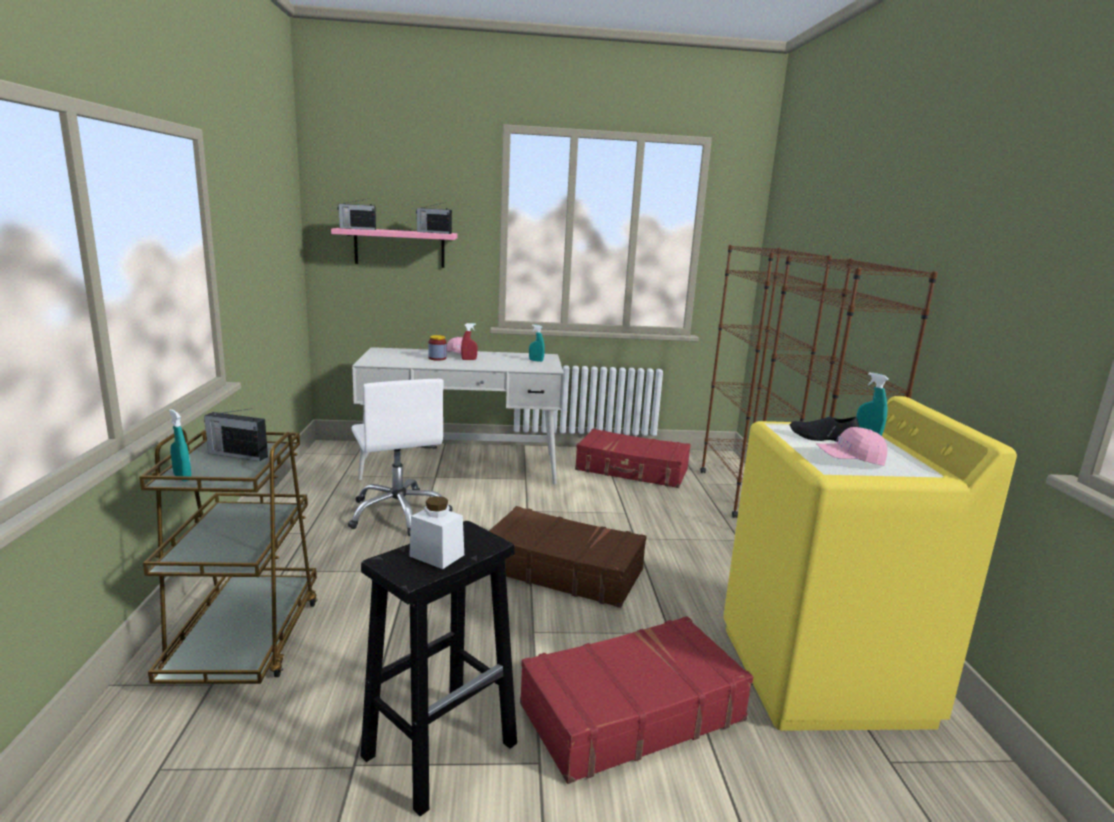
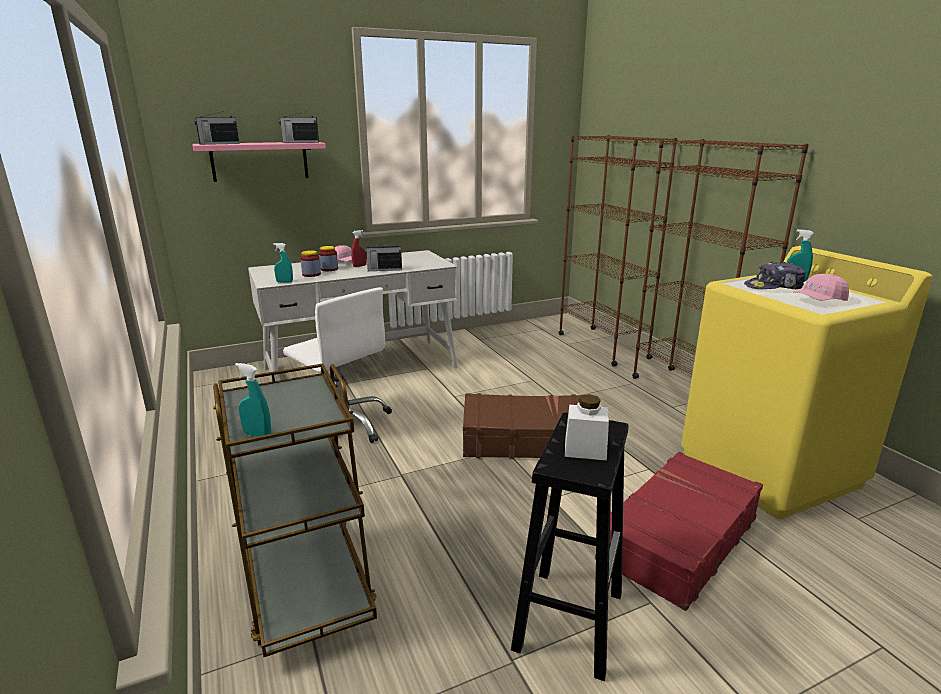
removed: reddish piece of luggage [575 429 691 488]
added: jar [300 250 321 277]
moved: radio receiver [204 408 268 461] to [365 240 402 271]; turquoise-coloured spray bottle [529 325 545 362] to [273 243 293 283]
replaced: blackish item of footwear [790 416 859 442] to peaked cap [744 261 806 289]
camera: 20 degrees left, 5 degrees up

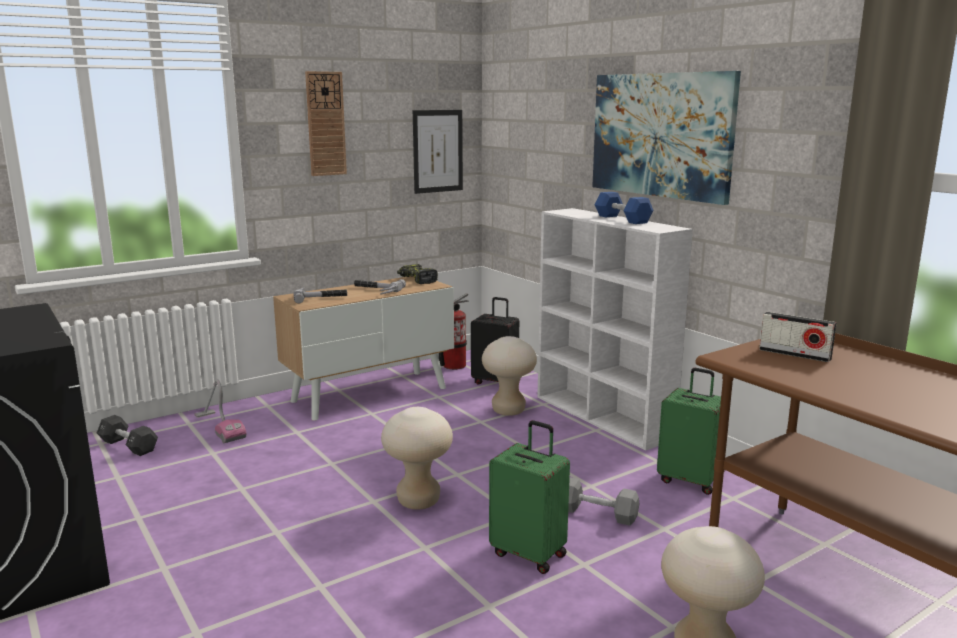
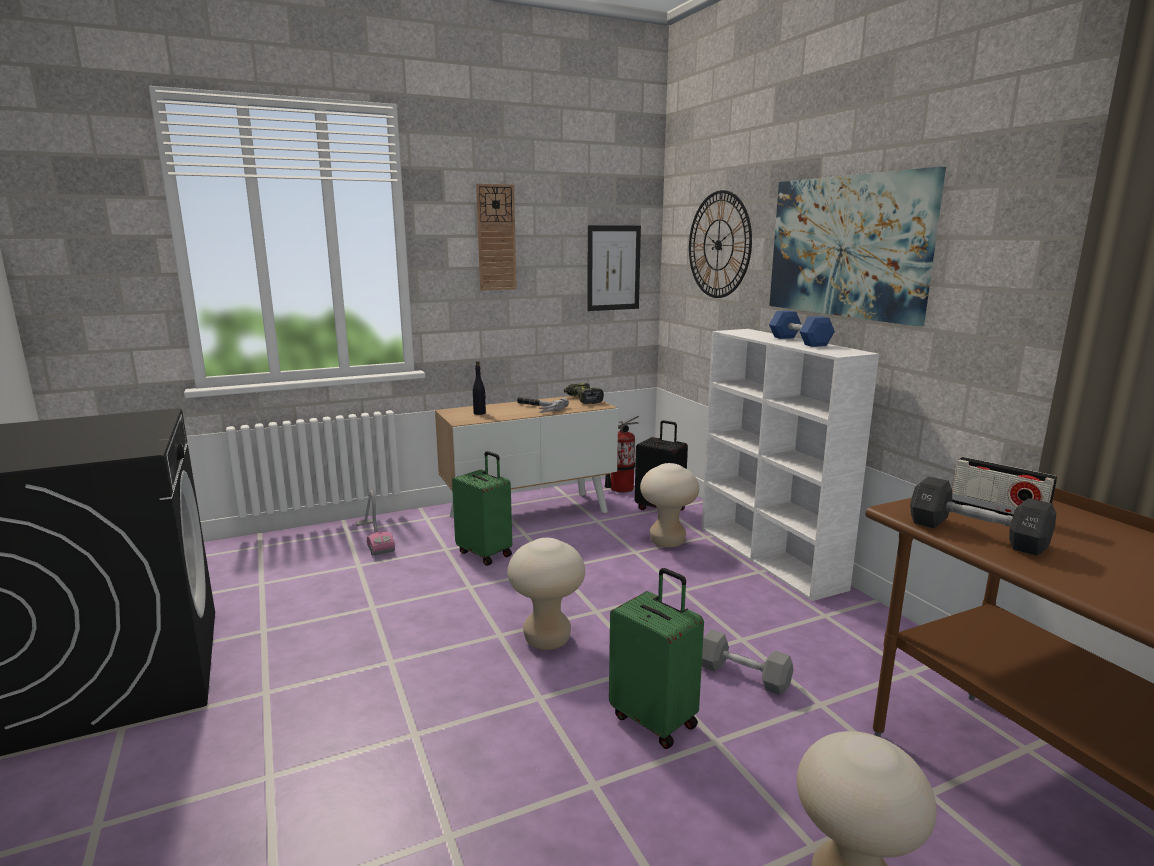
added: wall clock [689 190 752 298]
moved: blackish hand weight [97 415 158 456] to [910 476 1056 556]; greenish piece of luggage [657 368 721 495] to [452 451 512 566]
replaced: hand hammer [294 287 347 303] to blackish bottle [473 361 486 415]
camera: 10 degrees right, 0 degrees up

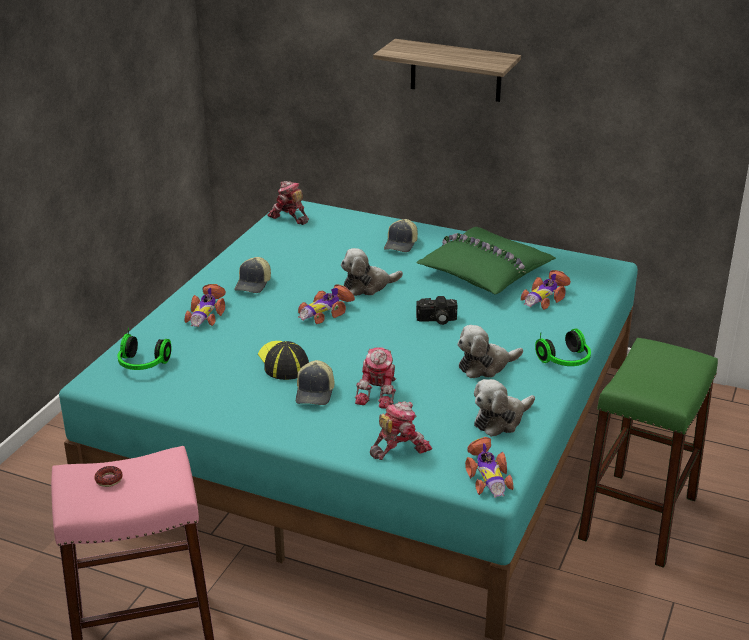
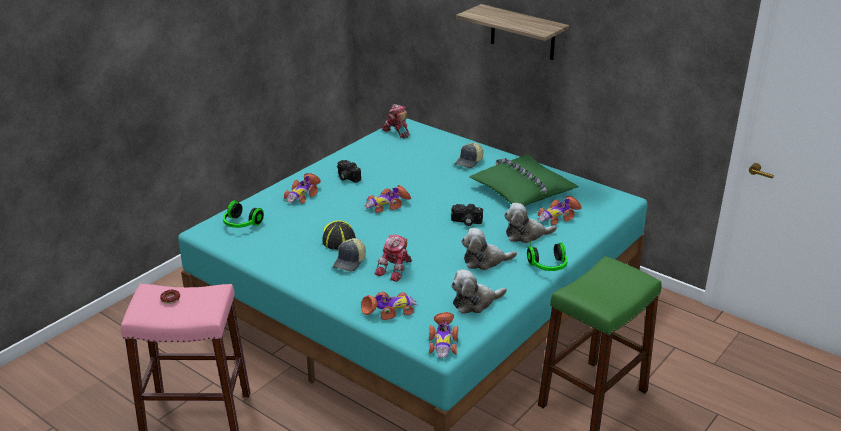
moved: cuddly toy [341 248 403 296] to [504 203 557 243]
replaced: peaked cap [234 257 271 293] to photo camera [337 160 361 183]; toy robot [370 402 432 460] to model car [361 292 418 320]
camera: 15 degrees right, 0 degrees up

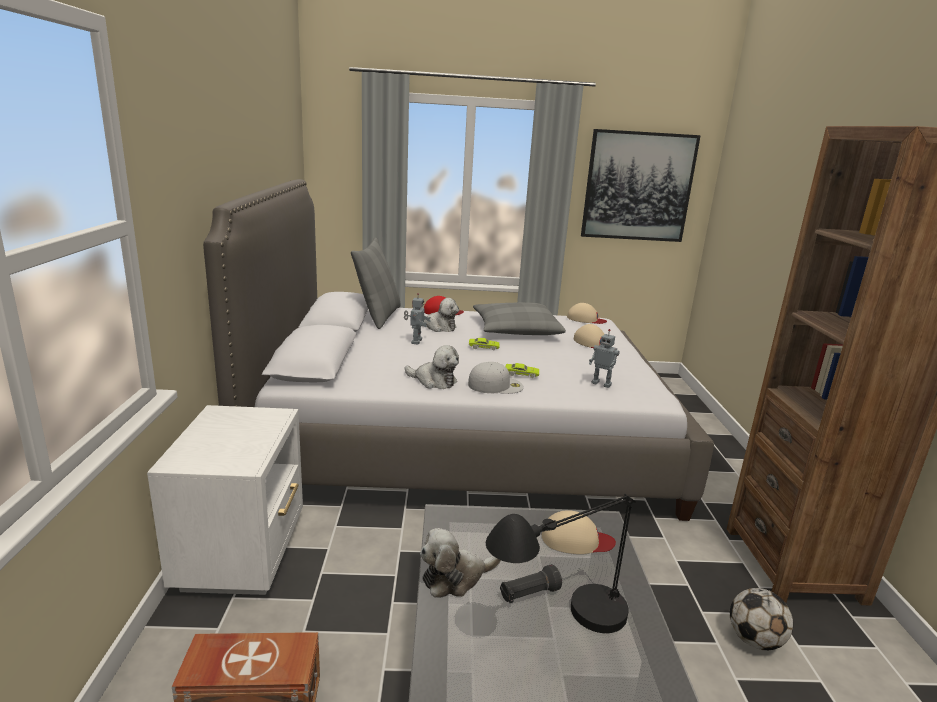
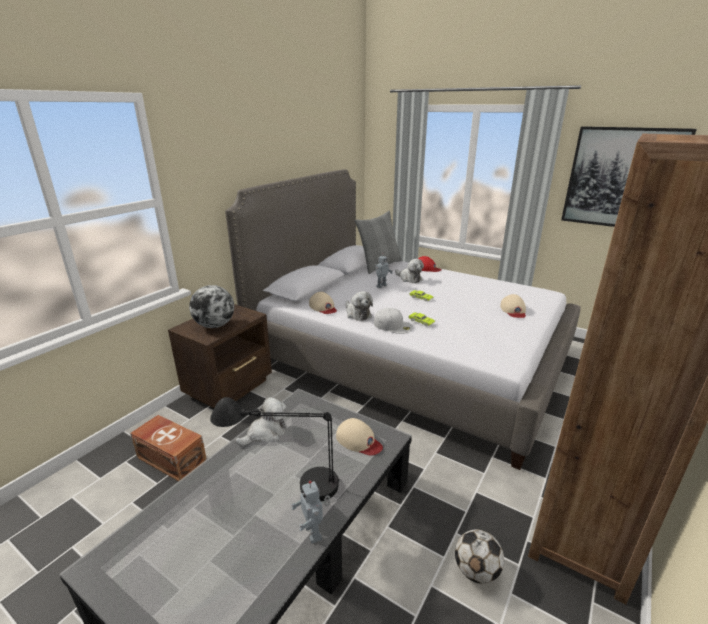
removed: greyish pillow [473 303 566 335]; blackish torch [500 564 562 603]
added: desk globe [189 285 234 328]
moved: beige-coloured peaked cap [567 303 607 324] to [309 292 337 314]; toy robot [589 329 620 388] to [291 481 330 543]
recoloured: white-coloured night table [147 405 303 595] to brown night table [168 304 272 408]
turned: cuddly toy [420 528 501 598] = [235 397 286 446] 135 degrees clockwise
camera: 35 degrees right, 5 degrees up

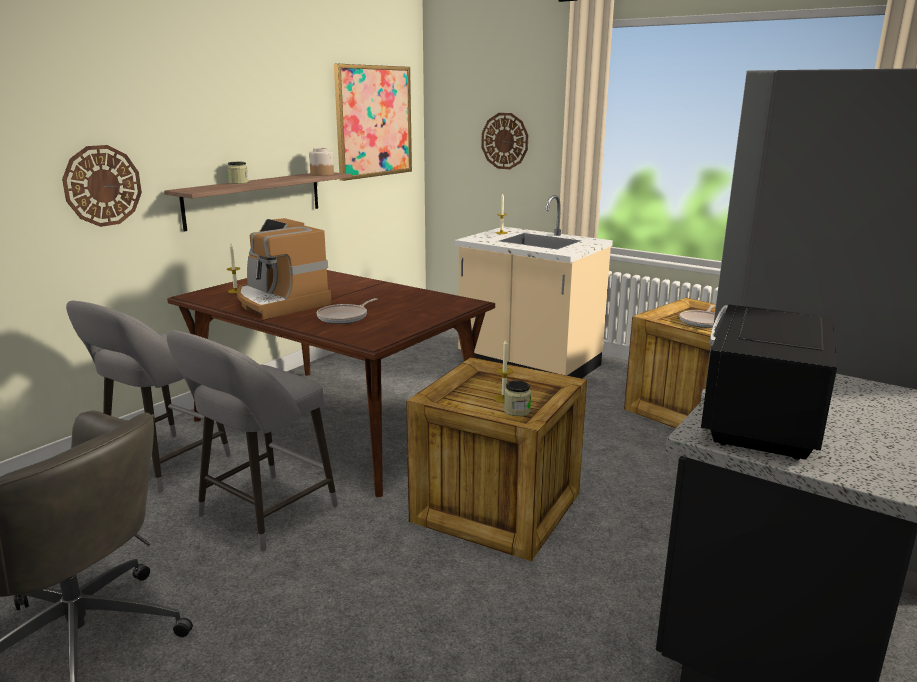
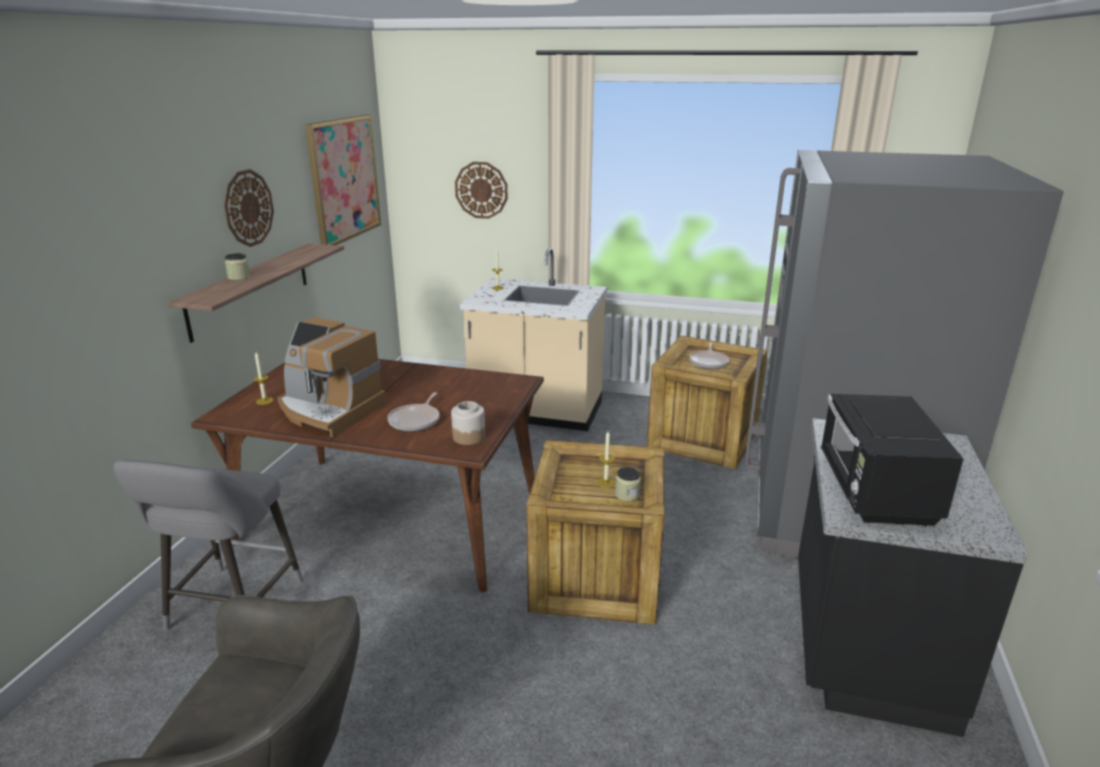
removed: greyish stool seat [167 330 338 552]
moved: wall clock [62 145 142 227] to [224 169 274 247]; jar [309 148 334 176] to [451 401 485 445]
camera: 20 degrees left, 5 degrees up

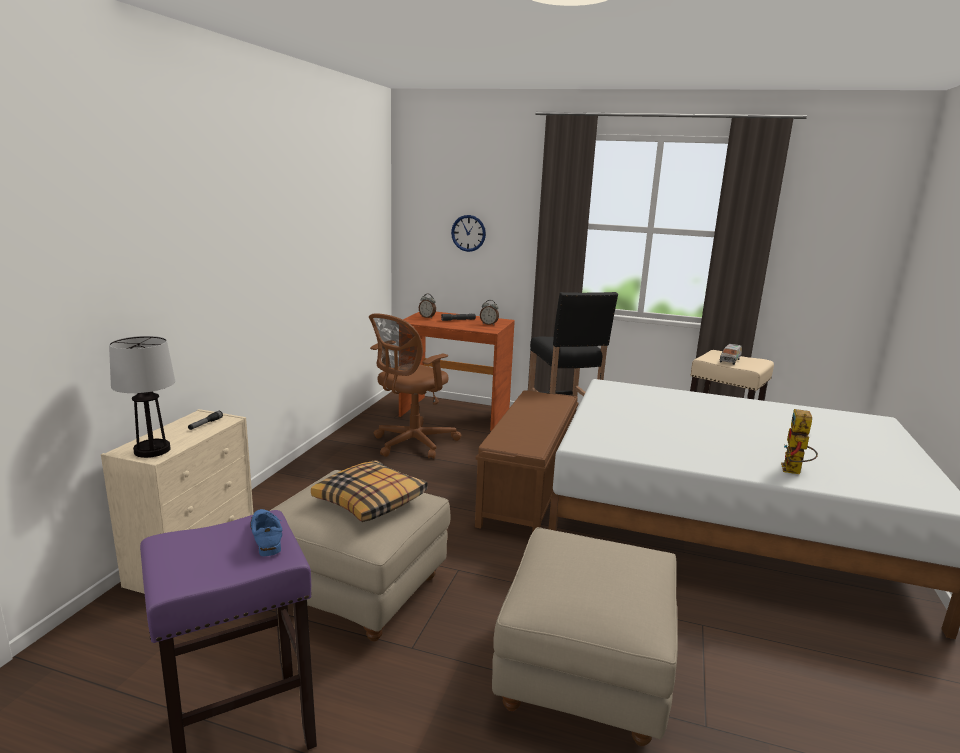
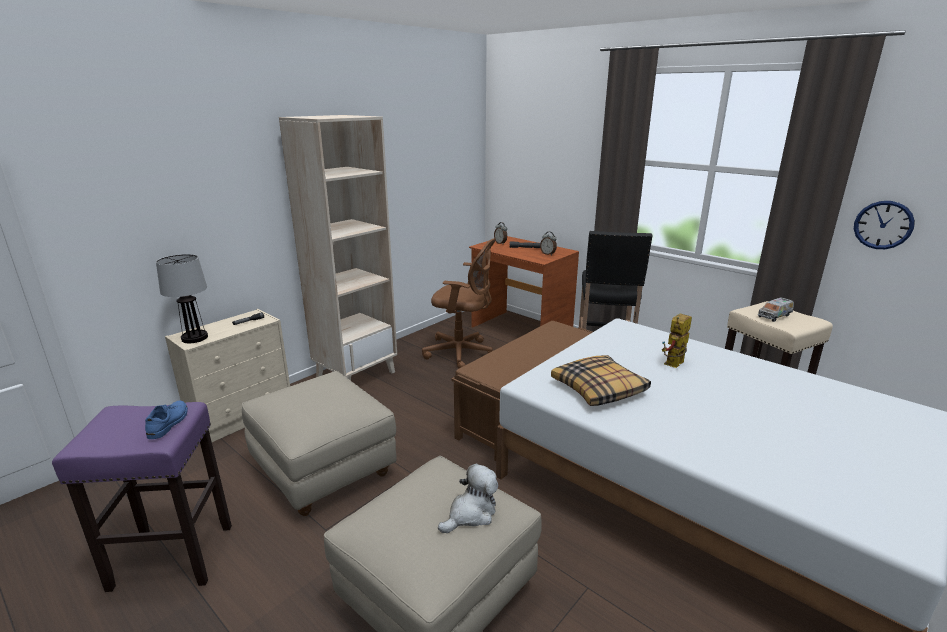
added: beige-coloured bookshelf [279 115 397 381]; cuddly toy [438 464 498 533]
moved: pillow [311 460 428 522] to [551 355 651 406]; wall clock [451 215 486 252] to [854 201 915 249]; toy robot [781 409 818 474] to [662 314 692 368]
turned: brown office chair [369 314 461 459] = [422 238 496 369] 135 degrees counterclockwise
camera: 25 degrees right, 5 degrees up

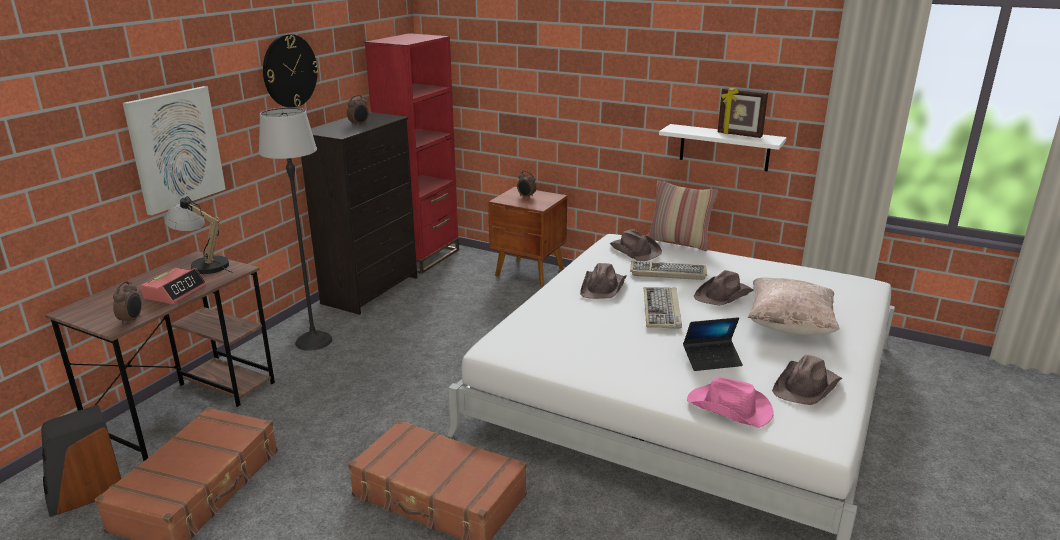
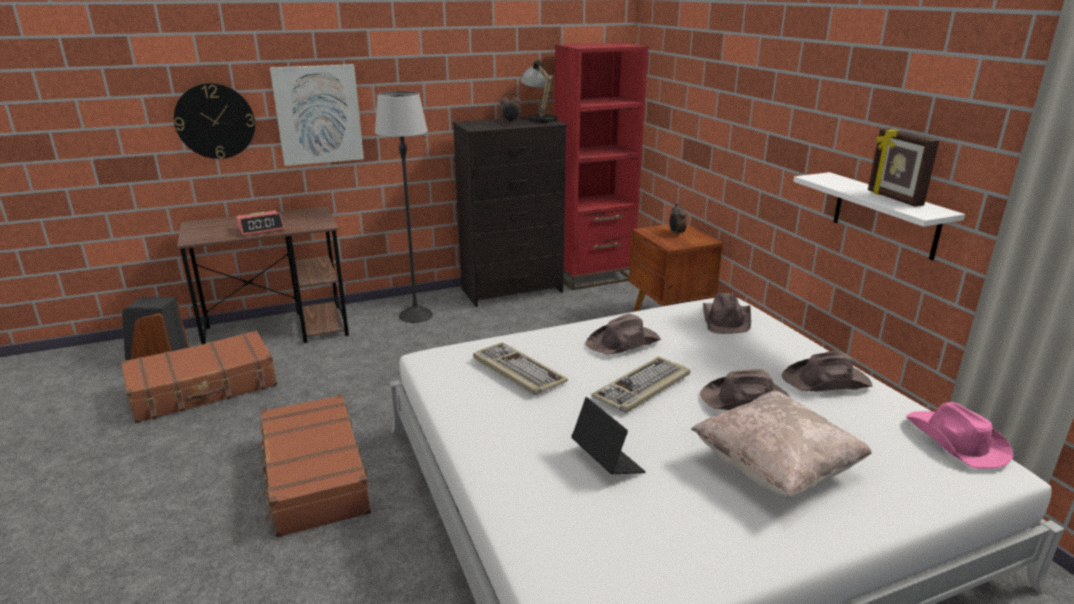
removed: alarm clock [113 281 142 325]; pillow [647 181 718 251]
moved: table lamp [164 196 233 274] to [521 59 557 124]; wall clock [263 34 319 108] to [174 83 255 159]; PC keyboard [630 261 707 280] to [473 342 568 395]; pinkish hat [687 377 773 428] to [906 402 1013 469]; brown hat [772 355 842 405] to [782 351 873 392]
turned: laptop [683 317 743 371] = [571 397 646 474] 150 degrees counterclockwise
camera: 40 degrees right, 0 degrees up

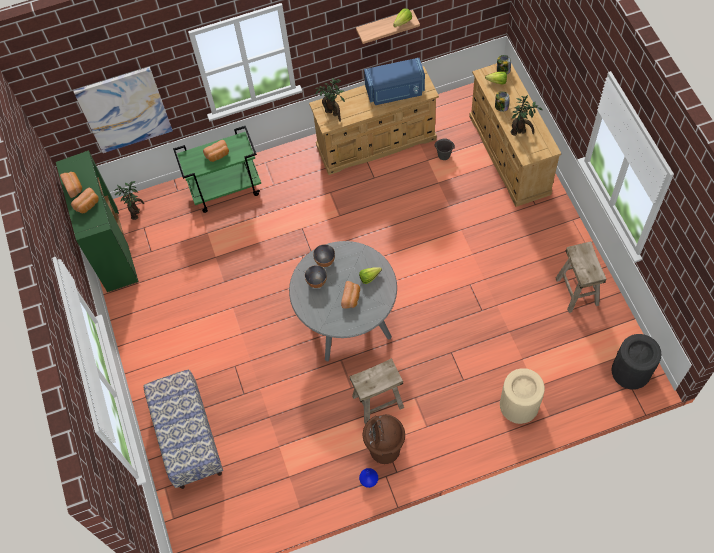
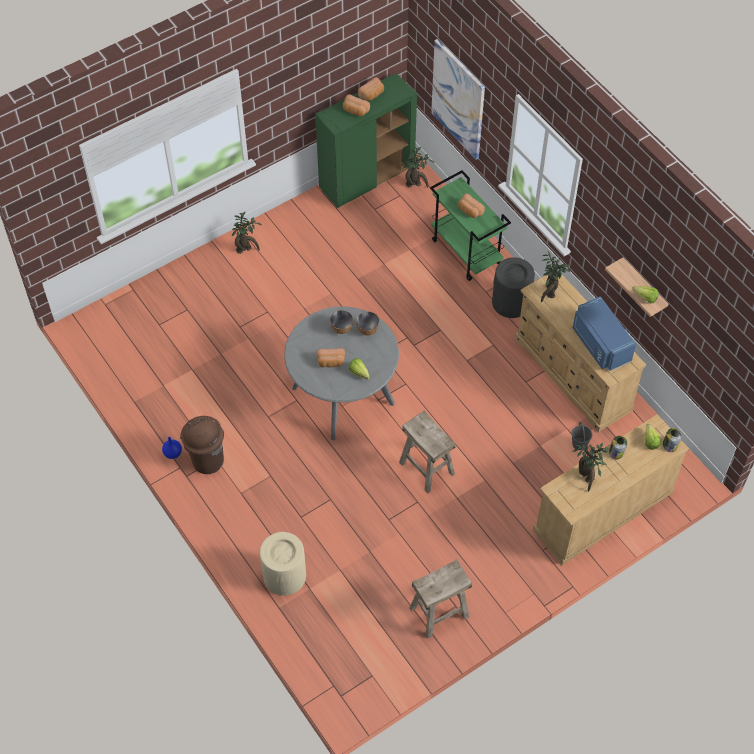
removed: long seat [143 370 223 489]
added: plant in a pot [232 212 262 254]
moved: beige-coloured stool seat [350 358 404 424] to [399 410 455 494]; blackish trash can [612 334 661 390] to [492 257 535 318]
camera: 70 degrees right, 5 degrees down

